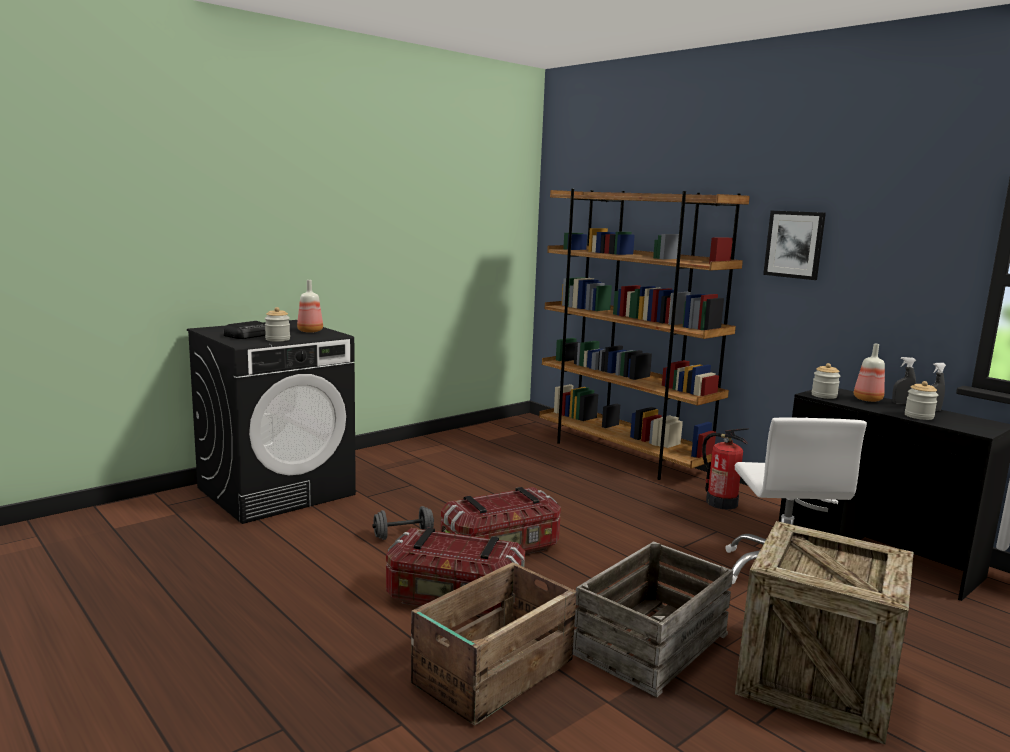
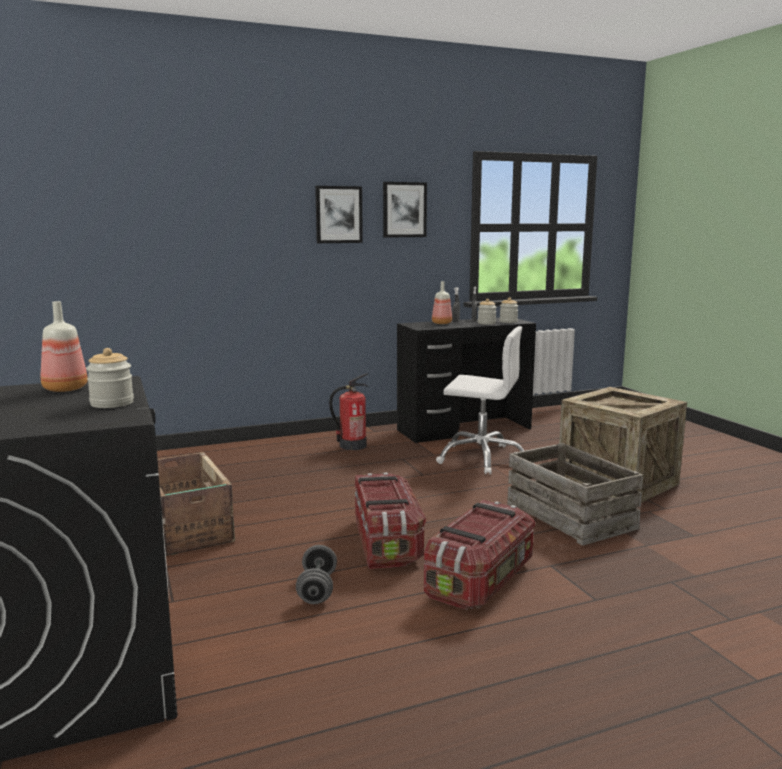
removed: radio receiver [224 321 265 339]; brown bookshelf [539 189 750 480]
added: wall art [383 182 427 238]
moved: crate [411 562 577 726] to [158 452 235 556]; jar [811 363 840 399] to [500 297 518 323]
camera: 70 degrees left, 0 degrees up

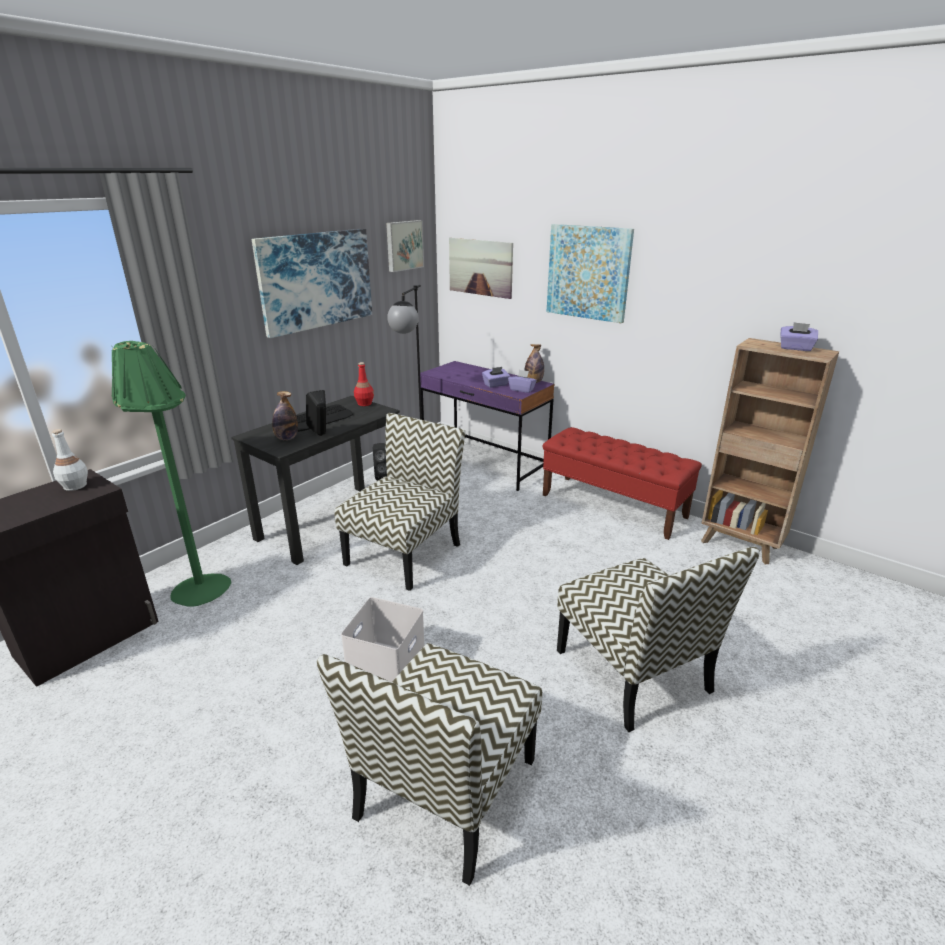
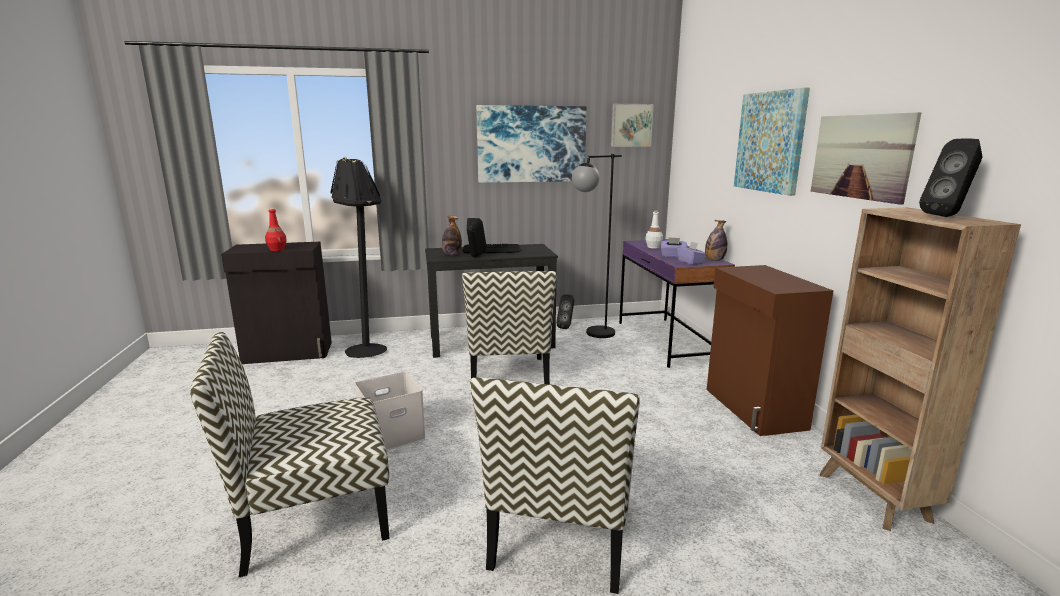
moved: white-coloured bottle [52 429 88 491] to [645 211 663 249]; reddish bottle [354 362 374 406] to [265 208 287 251]; wall art [449 238 513 299] to [811 112 922 205]
replaced: reddish long seat [543 427 702 540] to brown cupboard [707 265 834 436]; purple-coloured tissue holder [780 322 818 351] to blackish loudspeaker [919 138 983 217]
recoloured: greenish standing lamp [112 341 231 607] to blackish standing lamp [330 157 387 358]
turned: plain chair [334 413 466 591] = [462 271 557 384] 105 degrees clockwise
camera: 40 degrees right, 10 degrees down

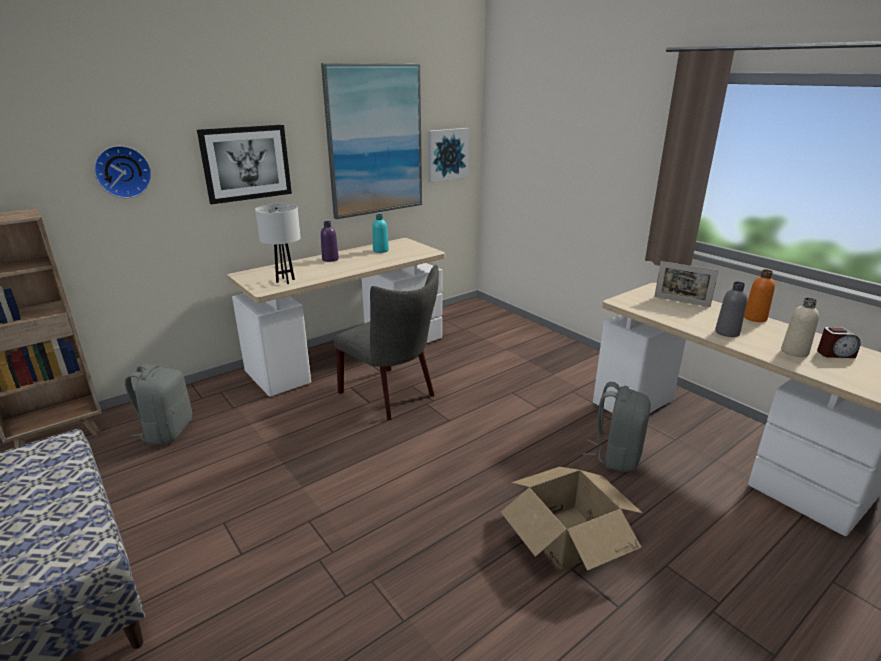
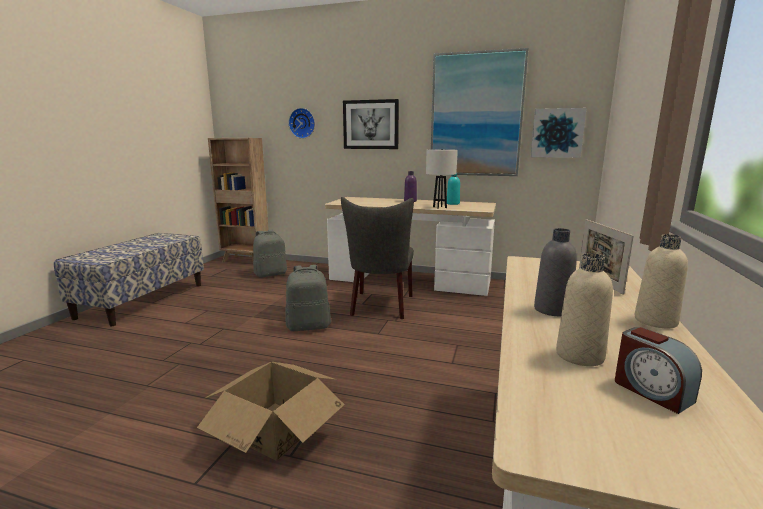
moved: white-coloured table lamp [255 204 301 284] to [426 149 458 209]; greyish backpack [583 382 650 472] to [285 265 331 331]
recoloured: orange bottle [744 269 775 322] to beige-coloured bottle [635 234 688 328]
camera: 55 degrees right, 10 degrees down

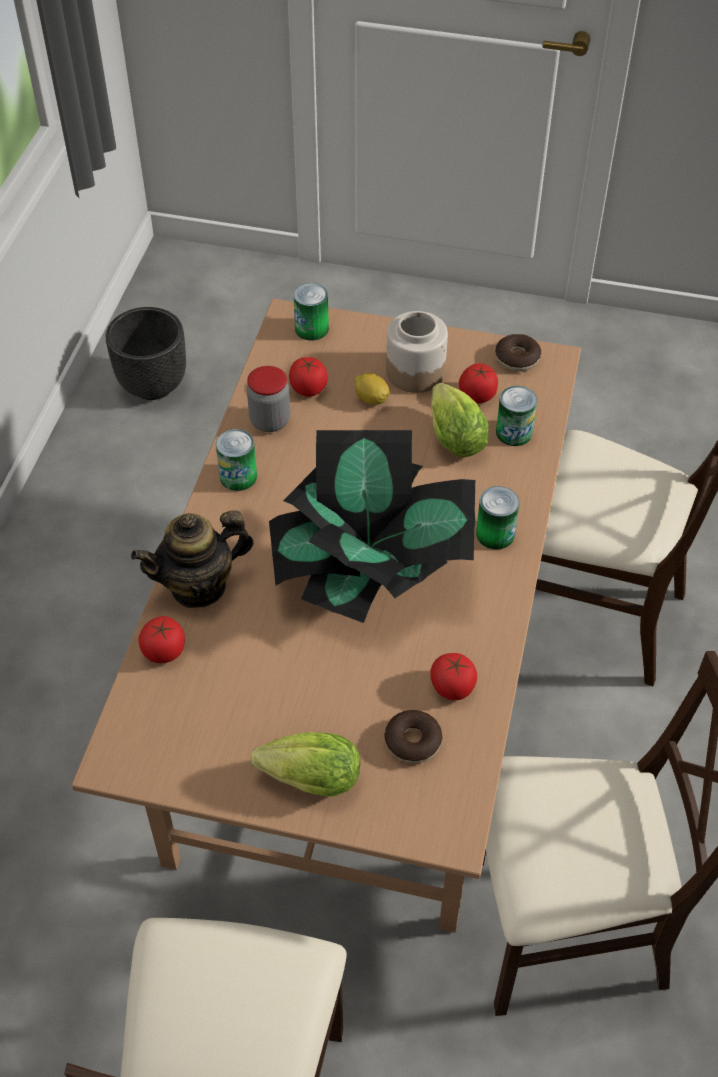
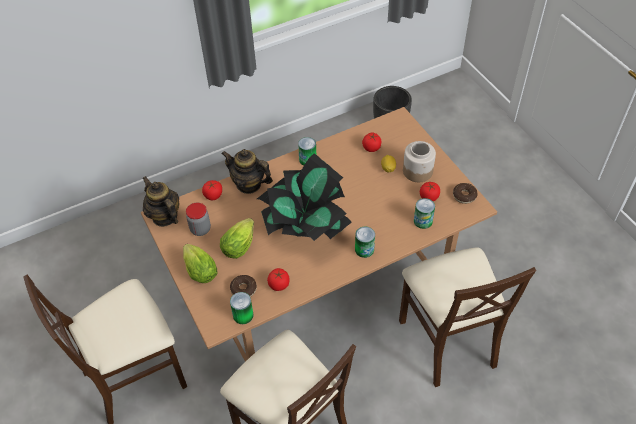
added: tea pot [143 176 179 227]
moved: jar [247 366 290 432] to [186 203 211 236]; can [293 283 329 340] to [230 292 254 324]; lettuce [431 383 488 457] to [220 218 254 259]
camera: 50 degrees right, 0 degrees up

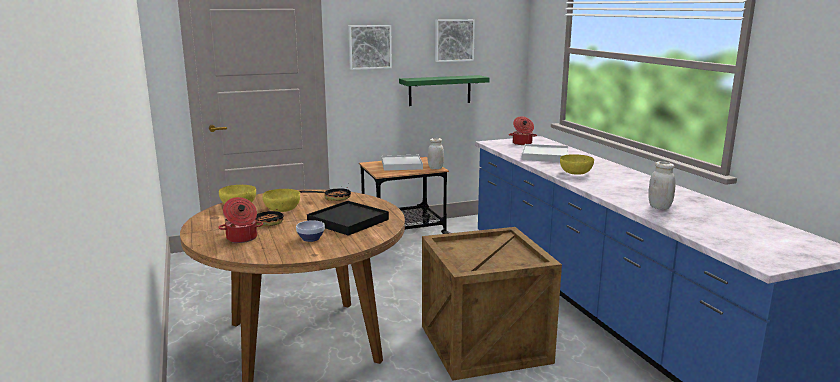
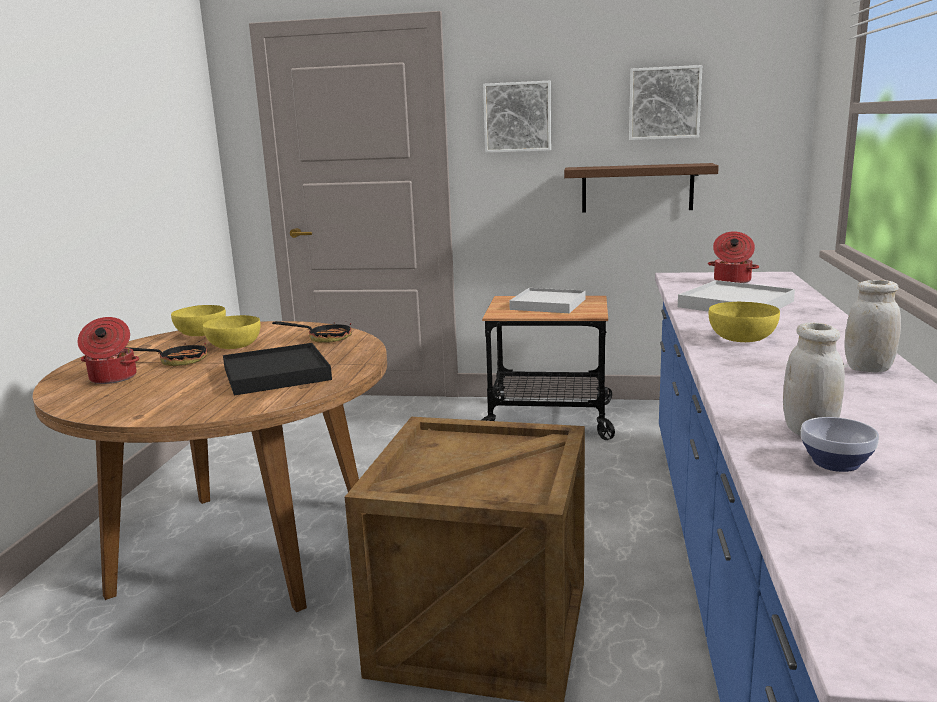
moved: deep dish [296 220 325 242] to [801 417 879 472]; white-coloured jar [428 138 444 169] to [844 280 901 373]
recoloured: greenish bracket shelf [399 75 490 106] to brown bracket shelf [564 163 719 212]
camera: 30 degrees right, 0 degrees up

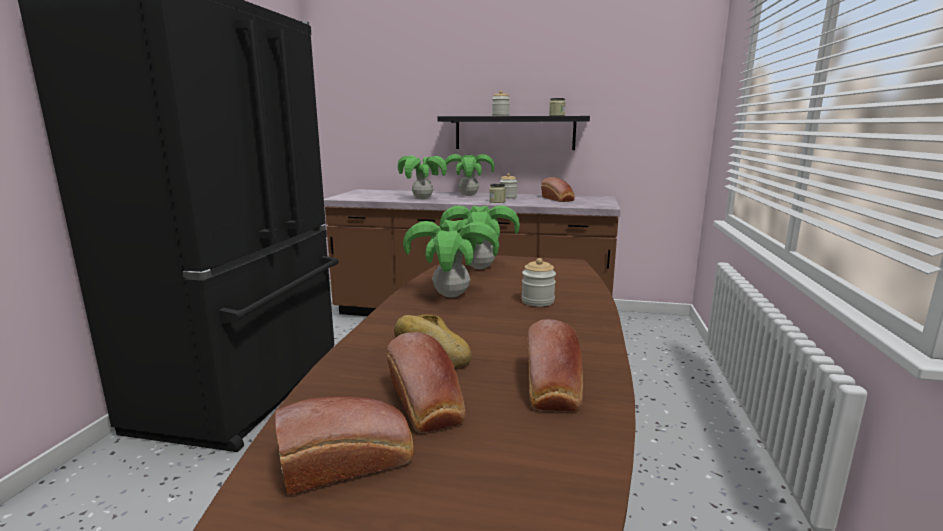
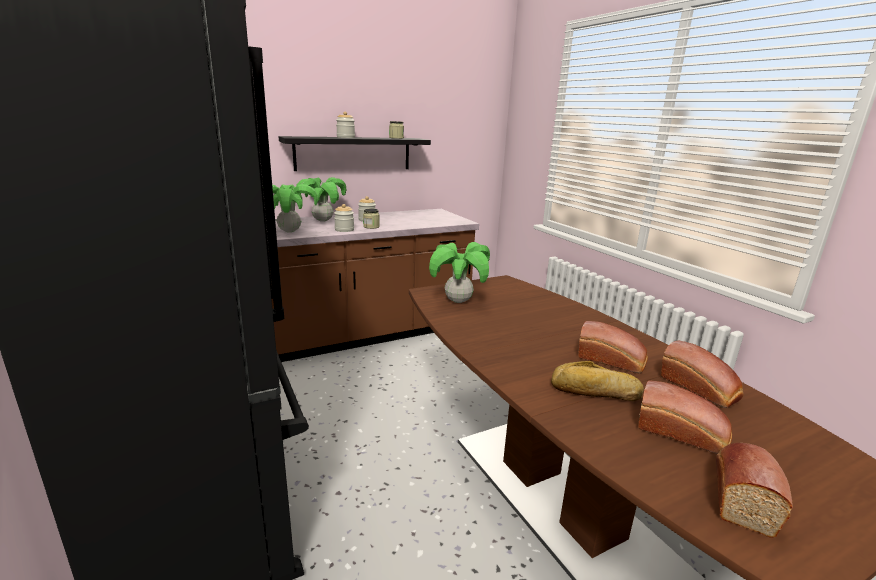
removed: plant in a pot [403 220 499 298]
moved: jar [522 258 556 307] to [334 204 354 232]; bread [541 177 575 202] to [579 321 648 373]
camera: 40 degrees left, 5 degrees up

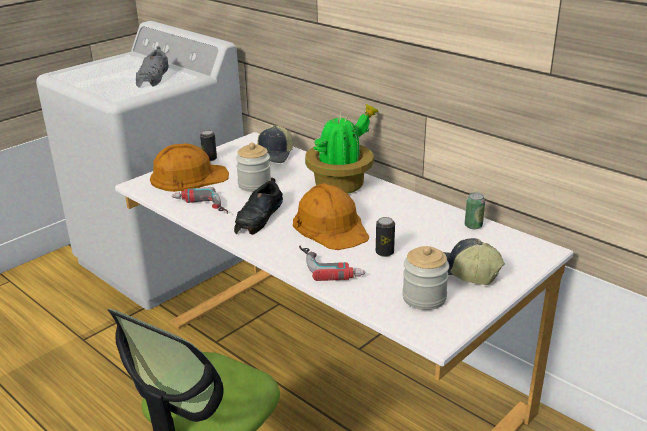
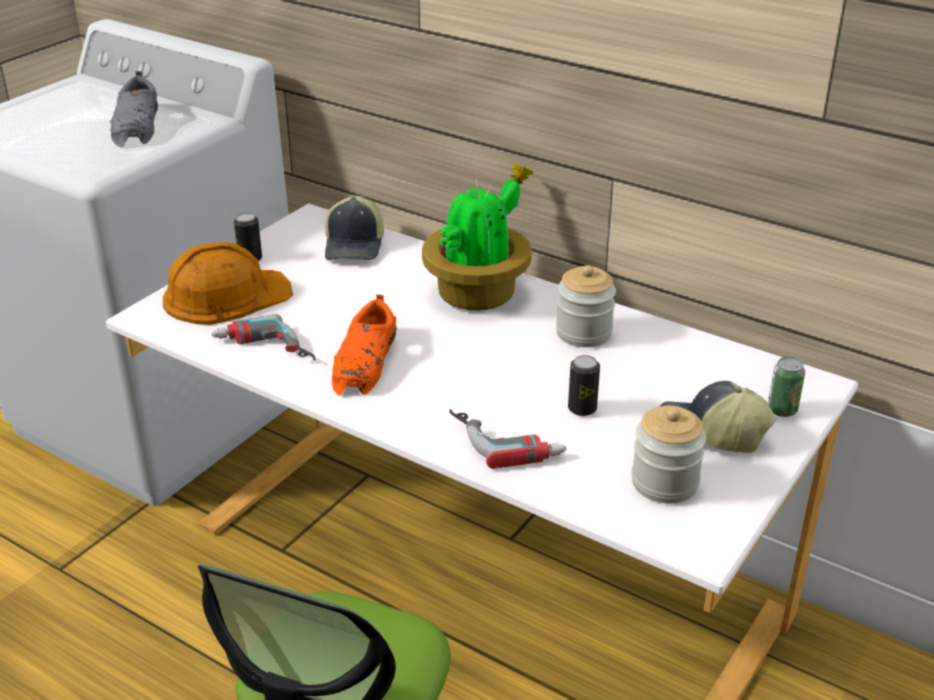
removed: orange hard hat [293 183 369 250]
moved: jar [236 143 271 192] to [556 265 616 347]; can [464 192 485 229] to [768 357 805 417]
recoloured: blackish item of footwear [234 178 283 235] to orange item of footwear [332 294 397 396]
camera: 10 degrees left, 5 degrees up

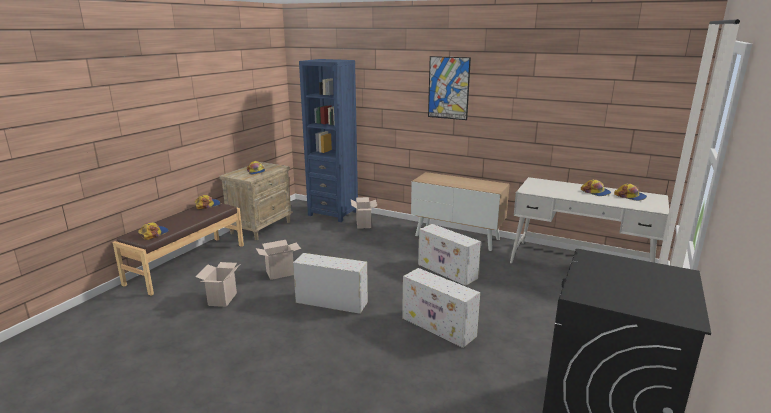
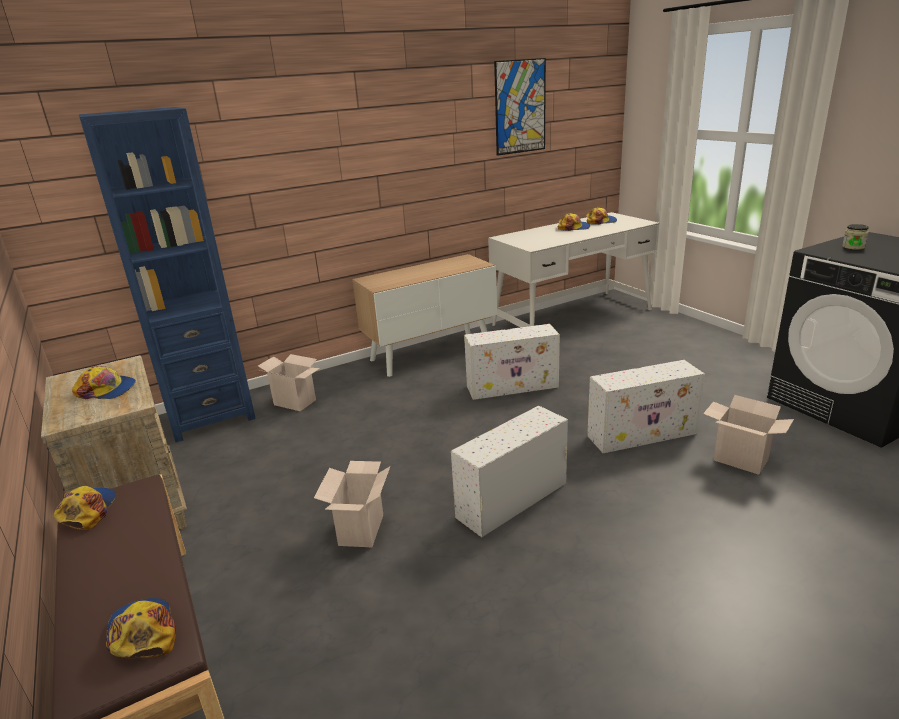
added: jar [842 224 869 250]
moved: cardboard box [196 262 239 307] to [703 395 794 475]; wall art [428 56 471 120] to [494 58 546 156]
camera: 55 degrees left, 5 degrees up

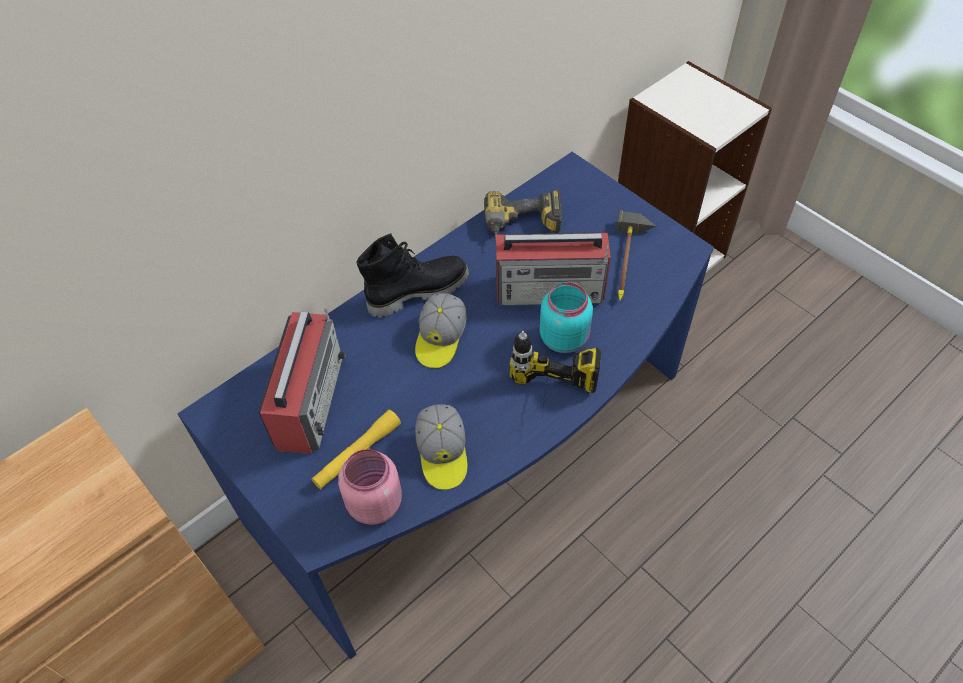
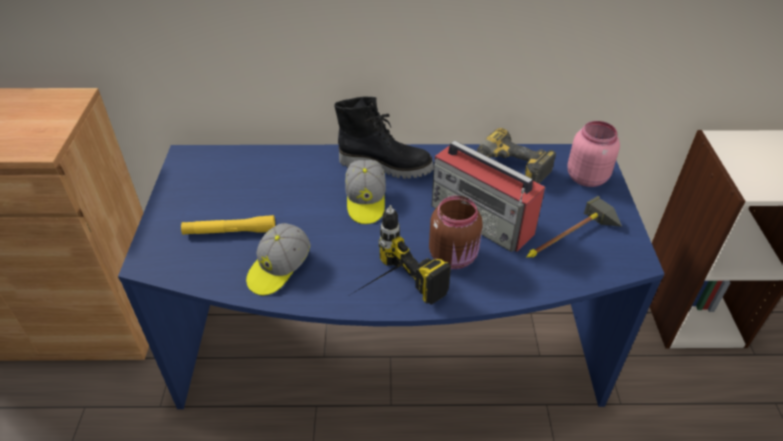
removed: radio receiver [258 307 346 454]
moved: pinkish jar [338 449 402 525] to [567 121 620 187]
recoloured: turquoise-coloured jar [540 282 593 353] to brown jar [429 196 483 269]
turned: peaked cap [415 293 467 368] = [345 160 386 224] 60 degrees counterclockwise
camera: 40 degrees right, 10 degrees down

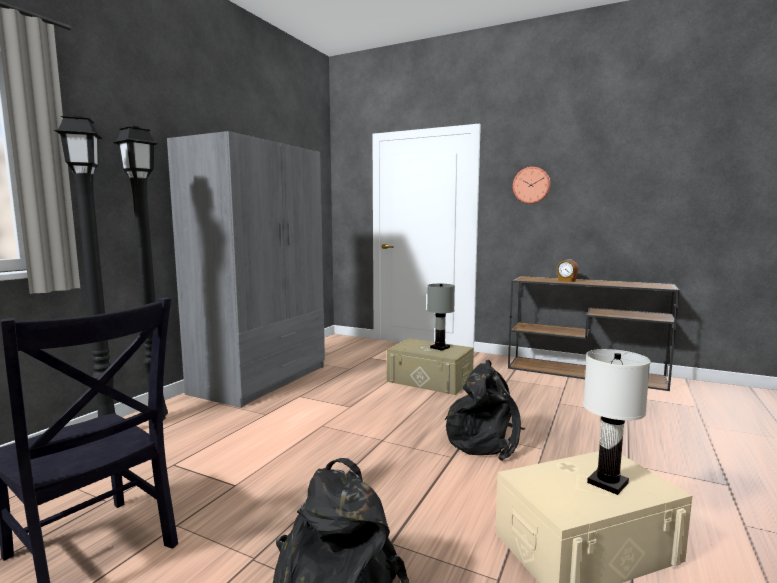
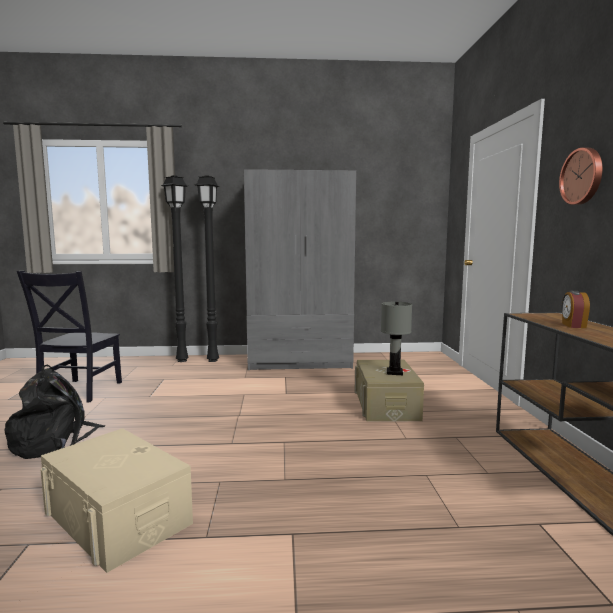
removed: blackish backpack [445 360 526 461]; white-coloured table lamp [583 349 651 495]
camera: 60 degrees right, 0 degrees up

